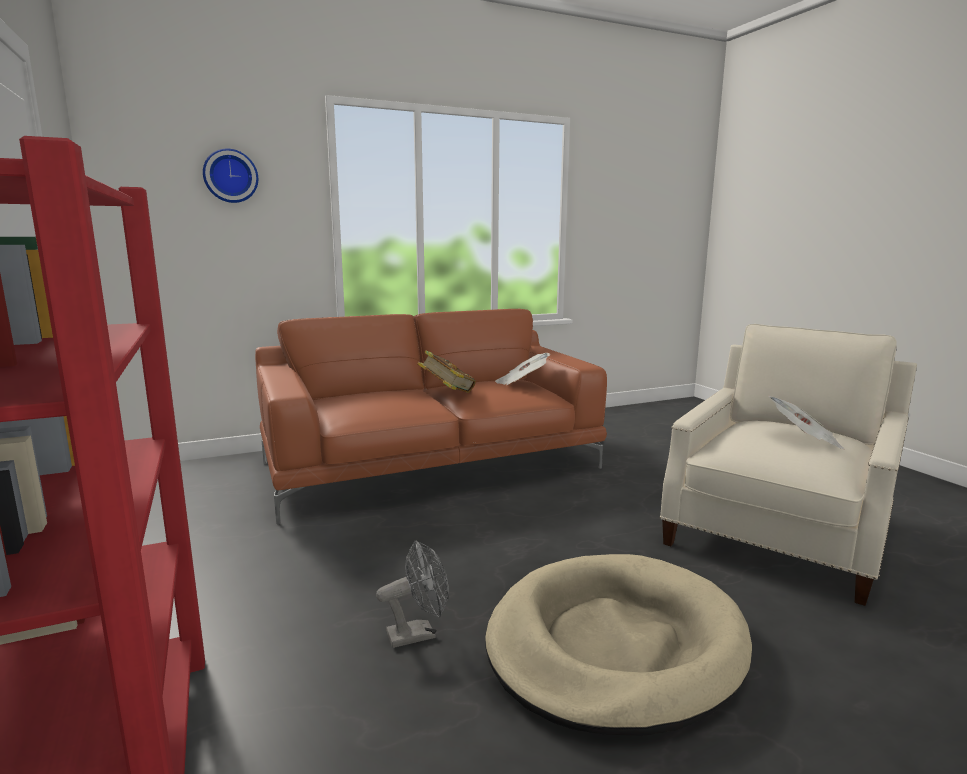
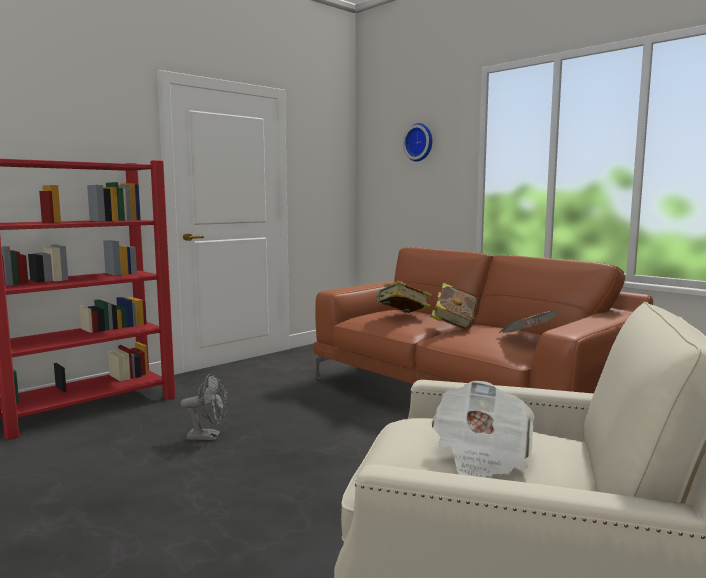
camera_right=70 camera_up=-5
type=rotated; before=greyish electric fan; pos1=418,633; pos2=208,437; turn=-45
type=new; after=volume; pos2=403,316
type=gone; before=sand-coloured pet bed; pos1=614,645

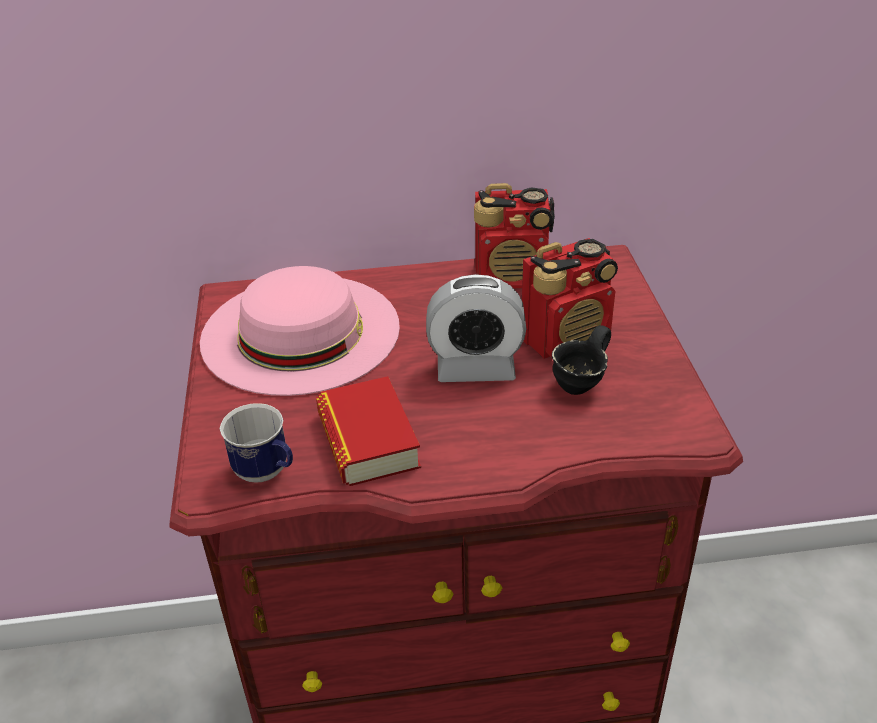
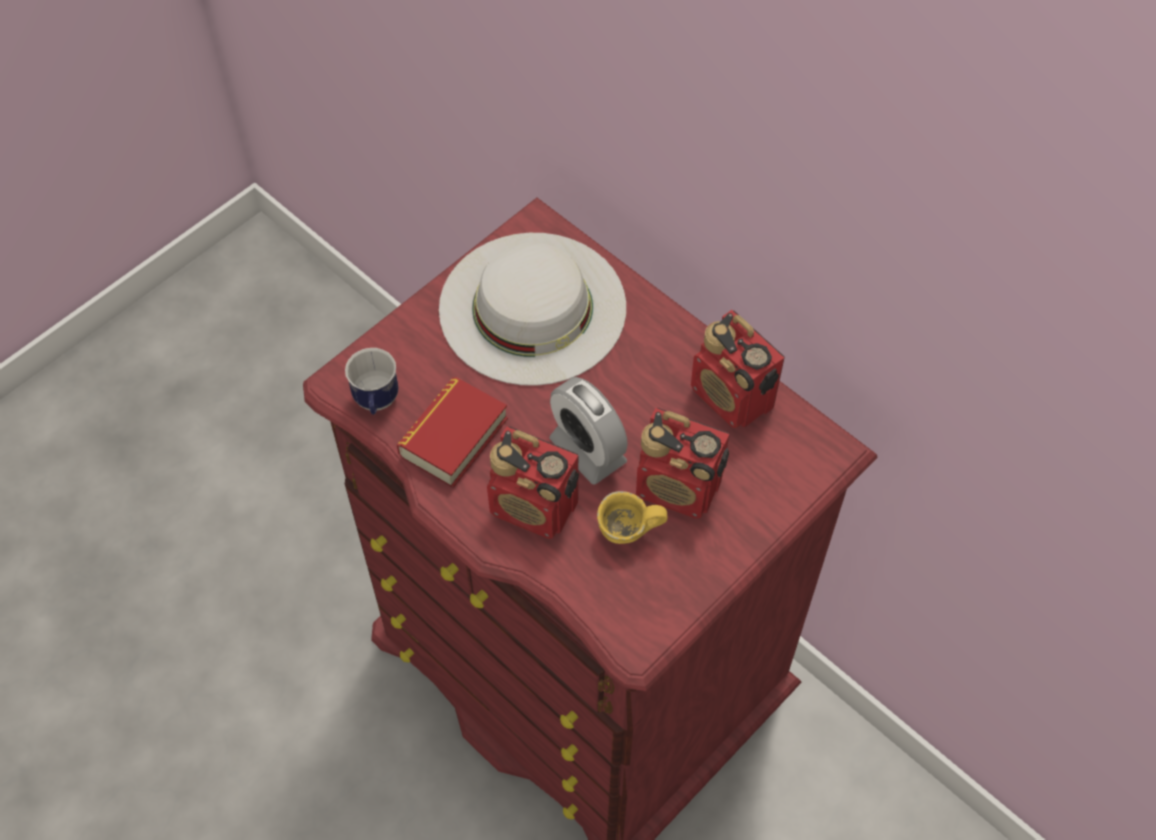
camera_right=50 camera_up=20
type=repainted; before=pinkish hat; after=whitish hat; pos1=301,332; pos2=533,307
type=new; after=radio; pos2=535,508
type=repainted; before=black mug; after=yellowish mug; pos1=582,386; pos2=627,534

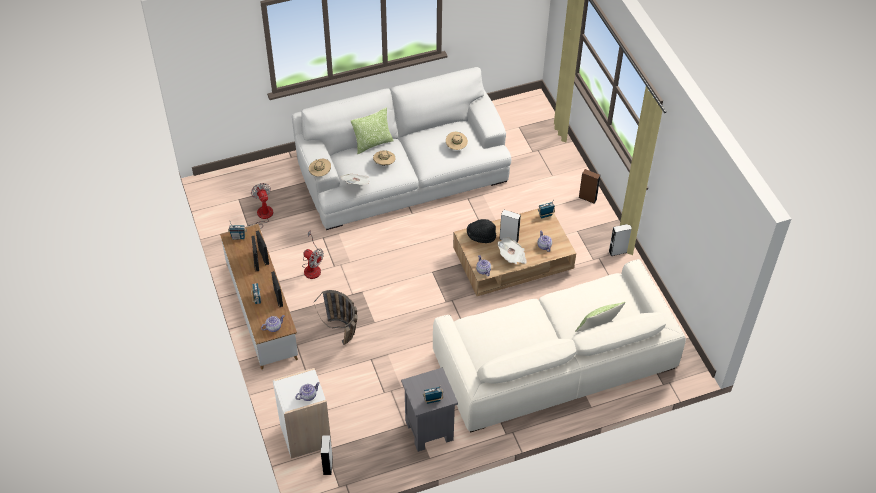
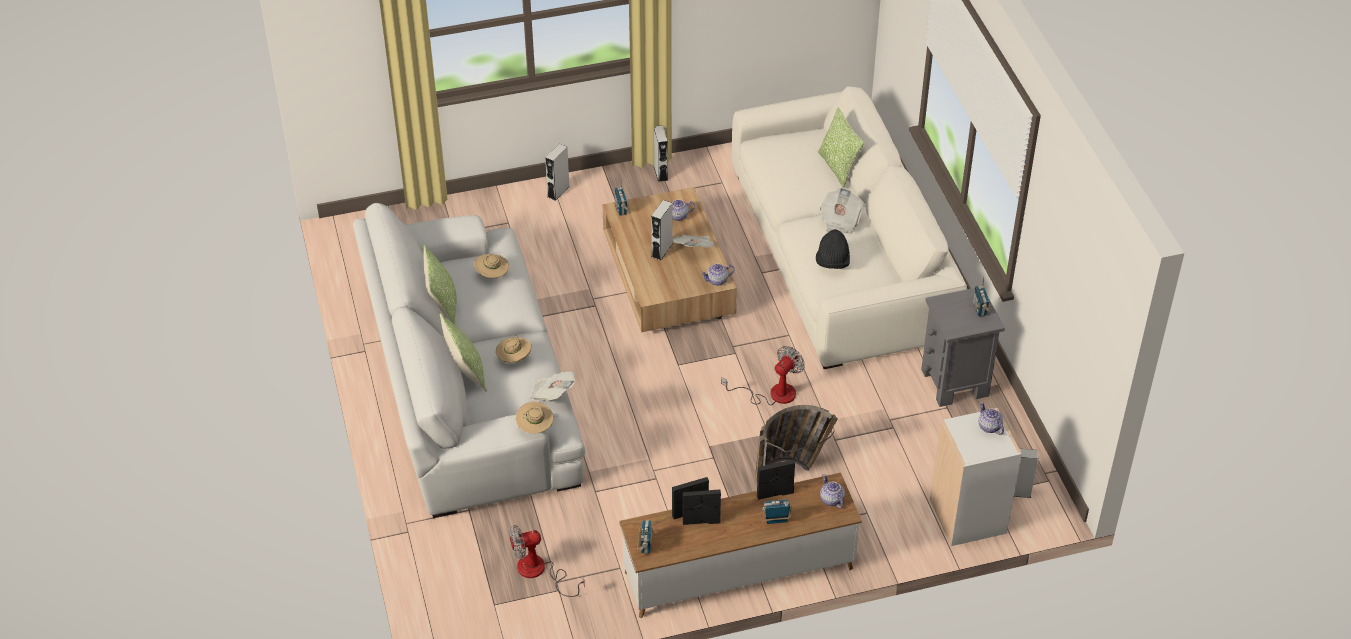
camera_right=-85 camera_up=-5
type=new; after=cushion; pos2=442,306
type=repainted; before=brown loudspeaker; after=greyish loudspeaker; pos1=587,198; pos2=558,191
type=shifted; before=electric fan; pos1=312,267; pos2=773,394
type=shifted; before=black hat; pos1=481,236; pos2=832,262
type=new; after=newspaper; pos2=839,221

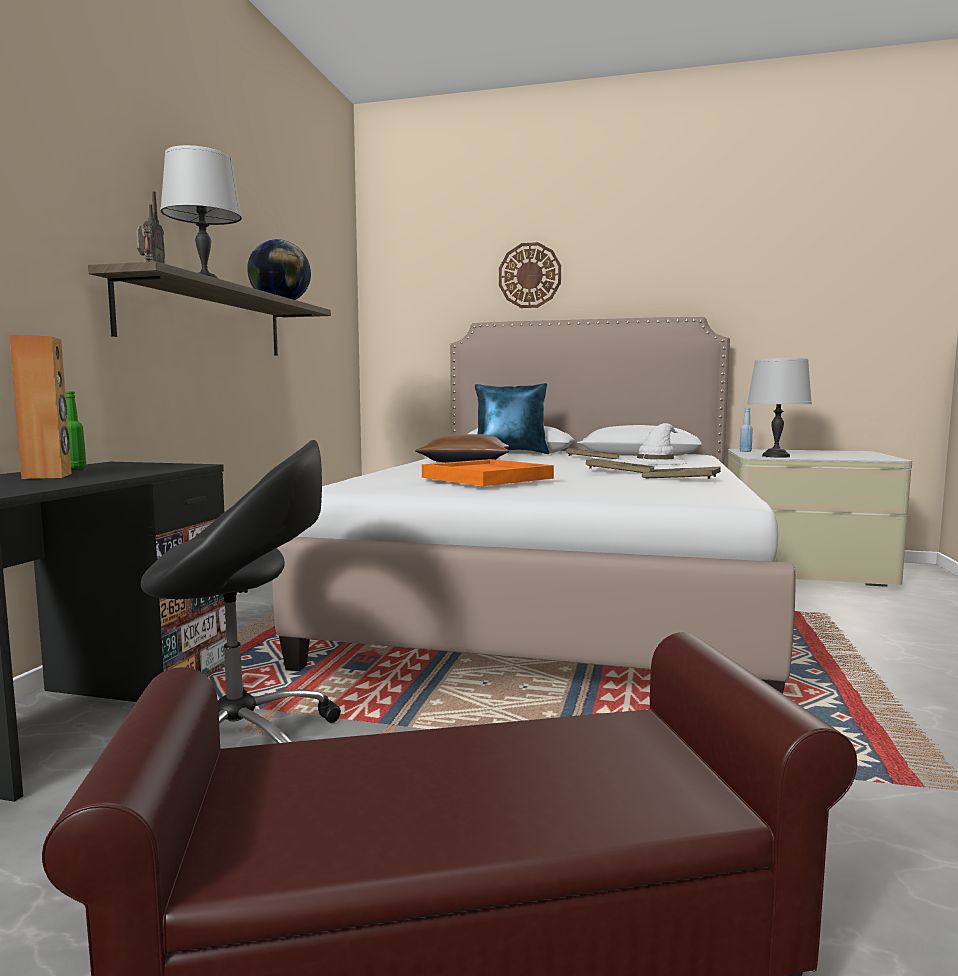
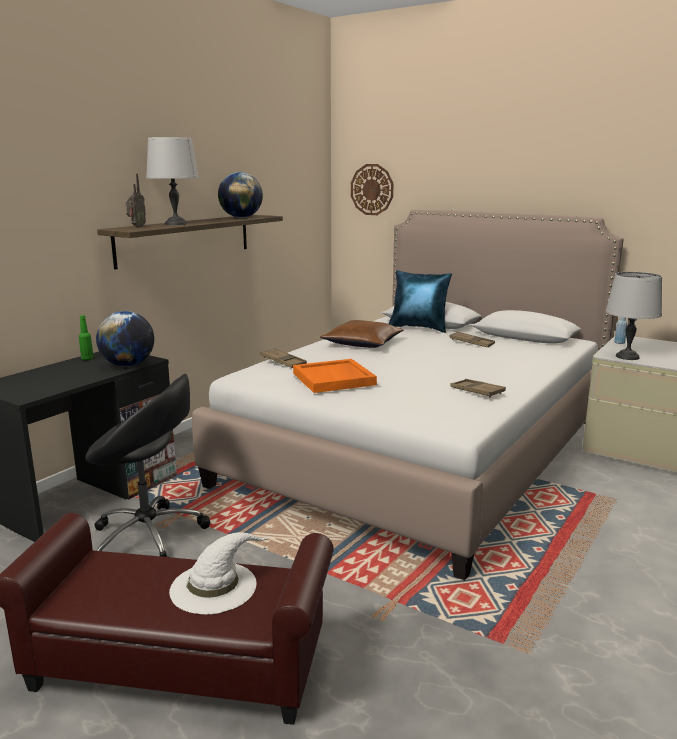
camera_right=20 camera_up=10
type=new; after=desk globe; pos2=128,365
type=shifted; before=whitish hat; pos1=655,462; pos2=214,586
type=shifted; before=brown serving tray; pos1=619,471; pos2=283,362
type=shifted; before=wall clock; pos1=529,275; pos2=372,189
type=gone; before=brown loudspeaker; pos1=48,476

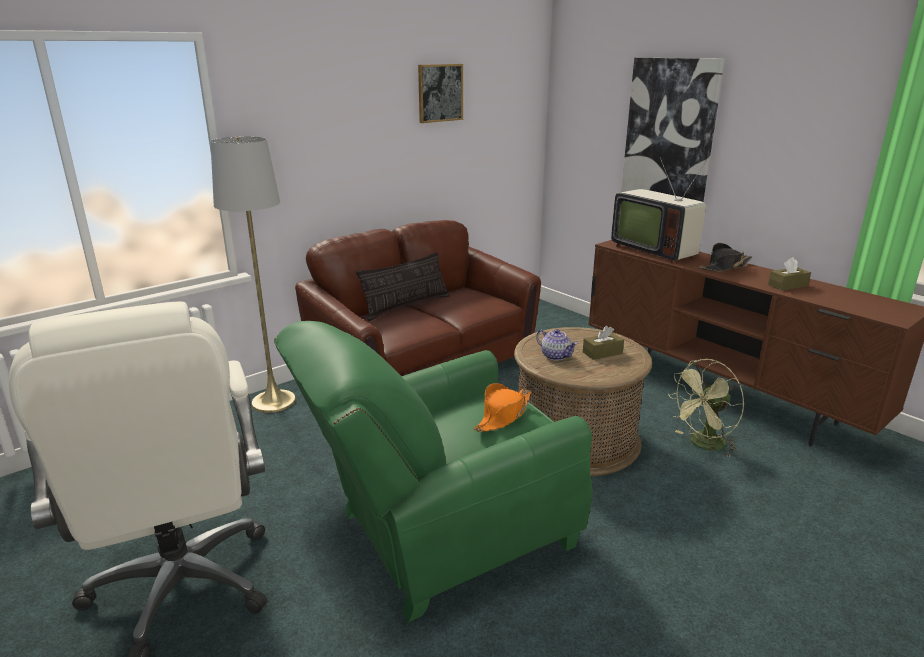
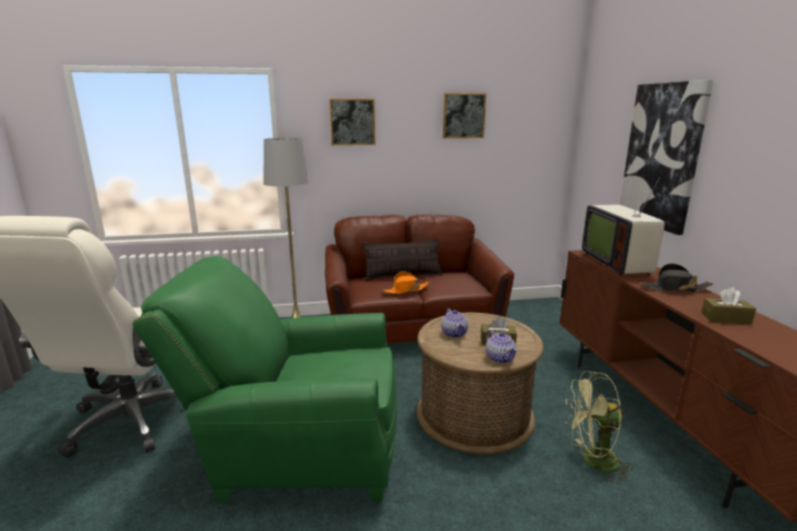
camera_right=30 camera_up=-5
type=new; after=wall picture; pos2=352,122
type=shifted; before=orangey hat; pos1=503,415; pos2=406,290
type=new; after=tea pot; pos2=500,358

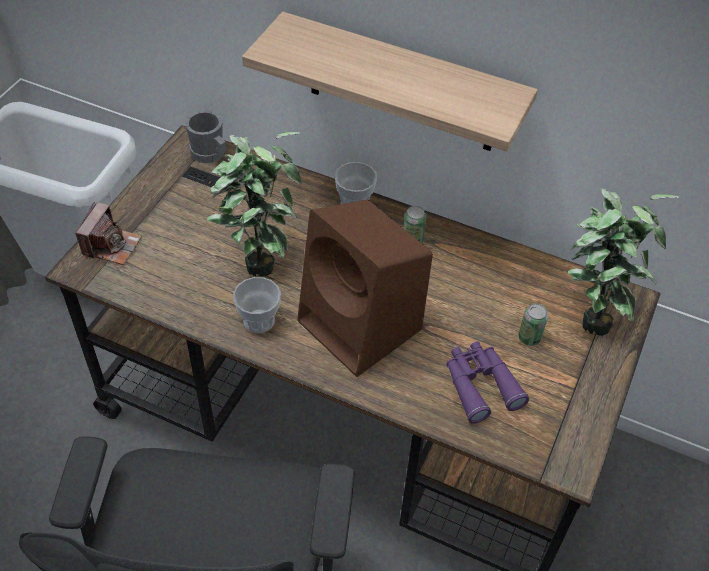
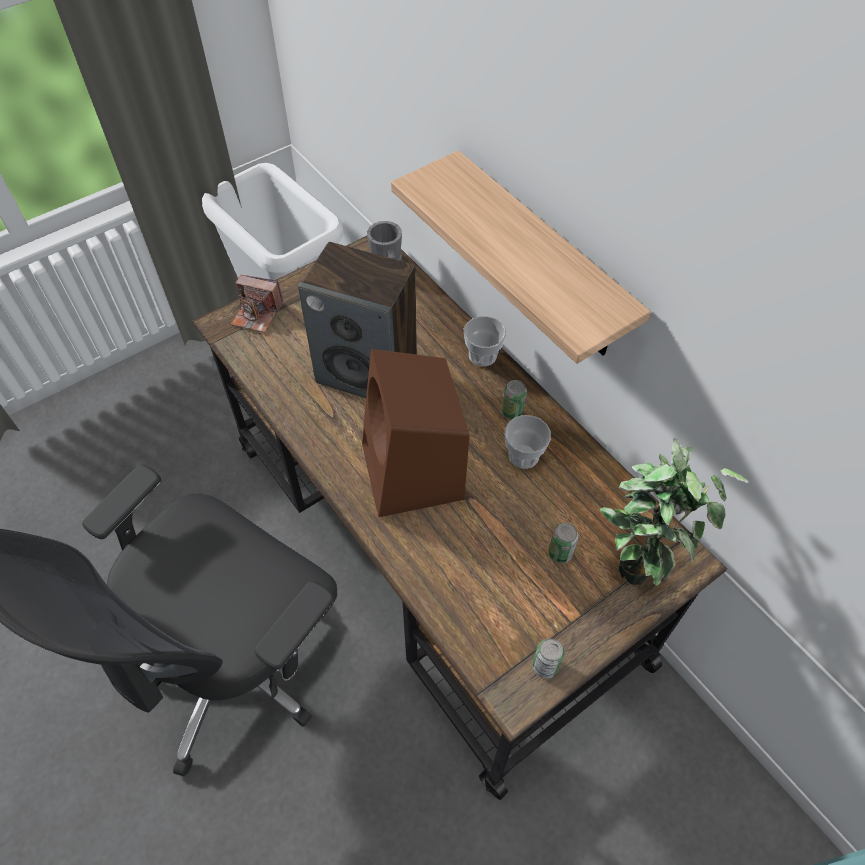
camera_right=30 camera_up=5
type=rotated; before=photo camera; pos1=111,245; pos2=257,314; turn=60
type=swapped; before=plant in a pot; after=loudspeaker; pos1=259,256; pos2=368,372
type=shifted; before=drinking cup; pos1=259,320; pos2=523,456
type=new; after=sealed can; pos2=545,666
type=gone; before=purple-coloured pair of binoculars; pos1=480,385

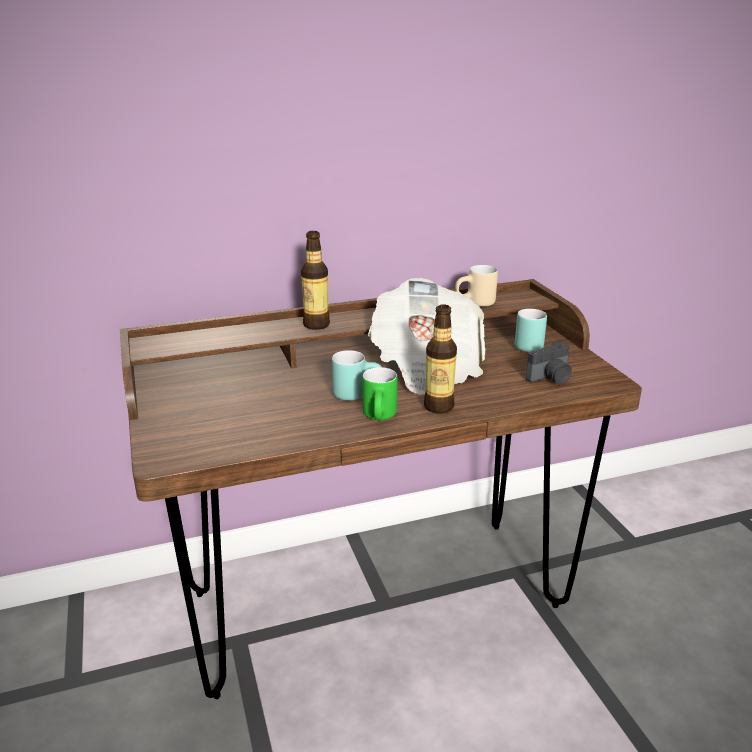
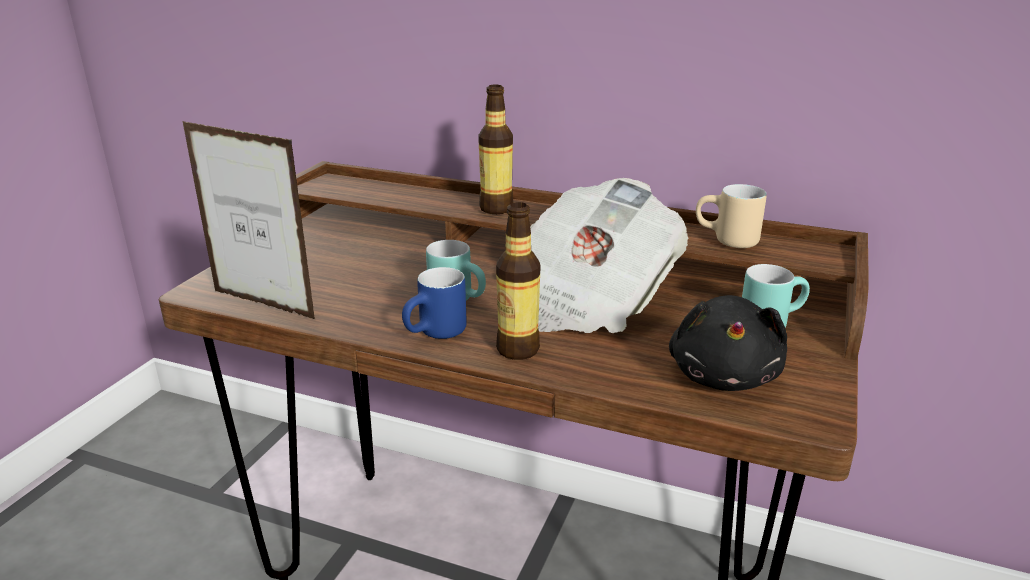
camera_right=40 camera_up=0
type=new; after=picture frame; pos2=263,305
type=repainted; before=green-coloured mug; after=blue mug; pos1=381,418; pos2=437,335
type=swapped; before=photo camera; after=black plush toy; pos1=551,378; pos2=724,375

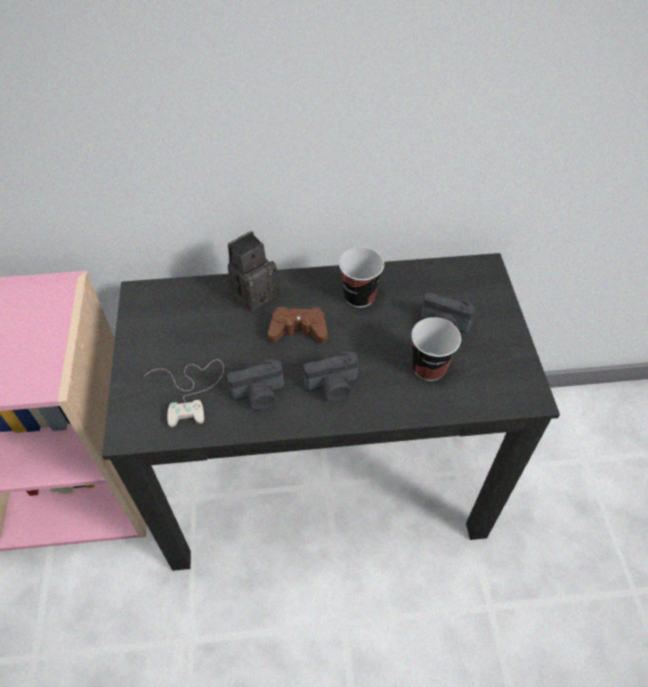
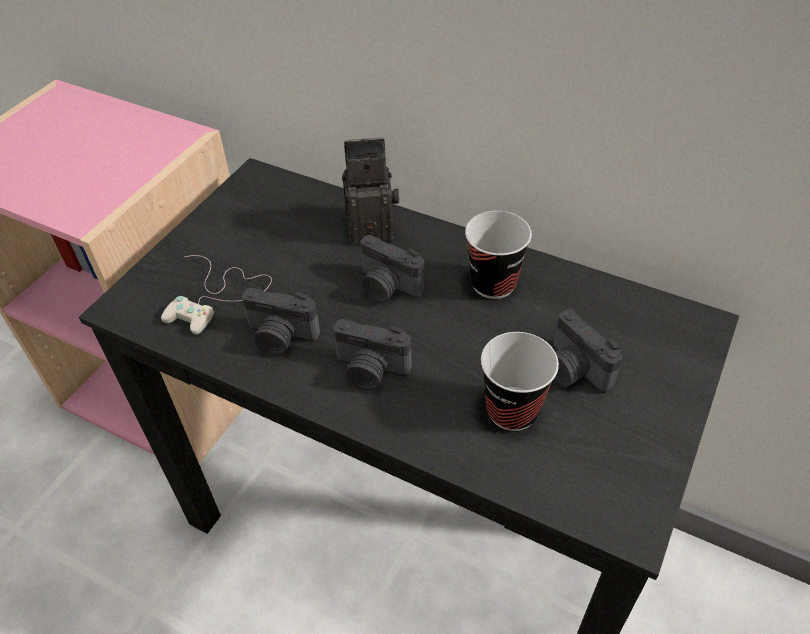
camera_right=35 camera_up=-5
type=swapped; before=brown gamepad; after=photo camera; pos1=298,330; pos2=387,288

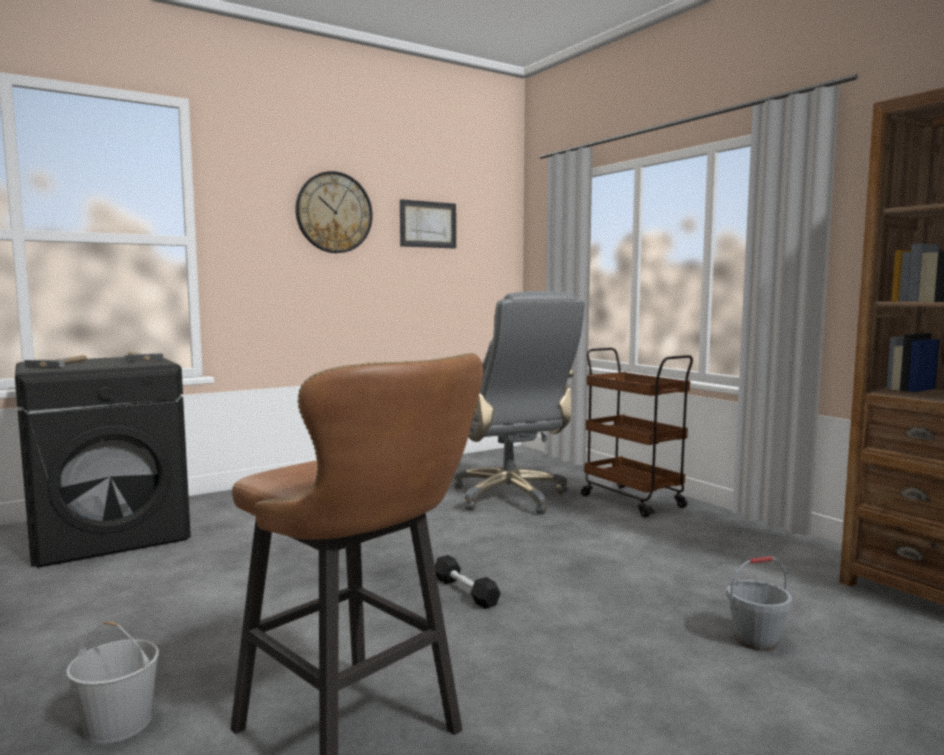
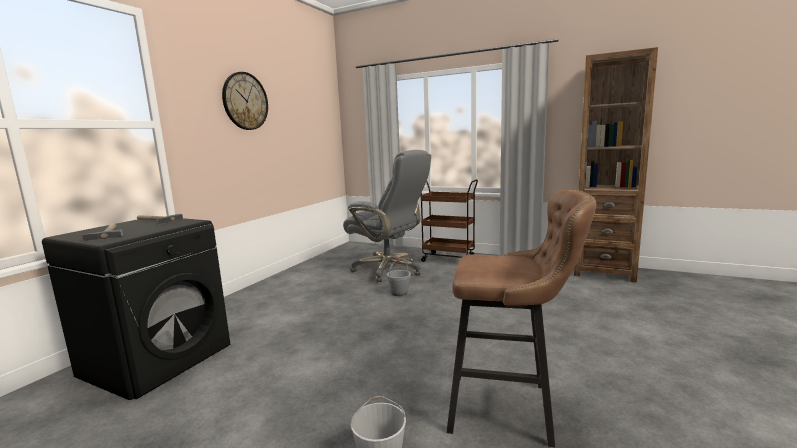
camera_right=-30 camera_up=5
type=shifted; before=greyish water bucket; pos1=756,640; pos2=399,293
type=gone; before=wall picture; pos1=428,224
type=gone; before=black free weight; pos1=465,592

